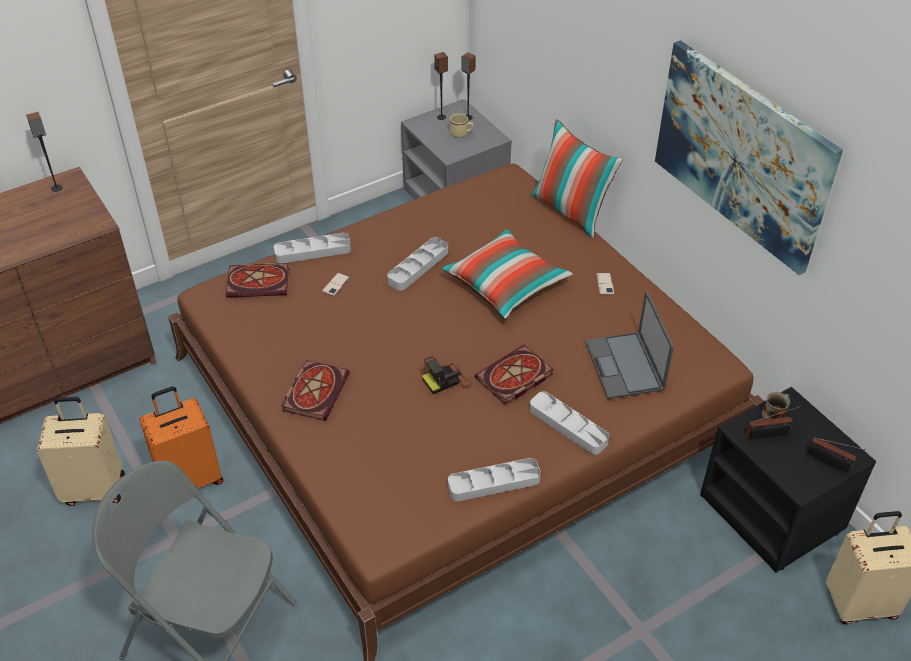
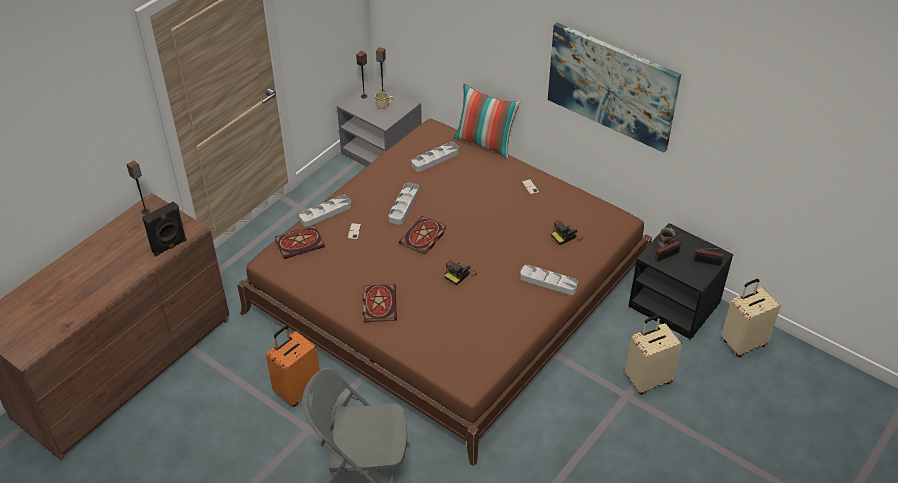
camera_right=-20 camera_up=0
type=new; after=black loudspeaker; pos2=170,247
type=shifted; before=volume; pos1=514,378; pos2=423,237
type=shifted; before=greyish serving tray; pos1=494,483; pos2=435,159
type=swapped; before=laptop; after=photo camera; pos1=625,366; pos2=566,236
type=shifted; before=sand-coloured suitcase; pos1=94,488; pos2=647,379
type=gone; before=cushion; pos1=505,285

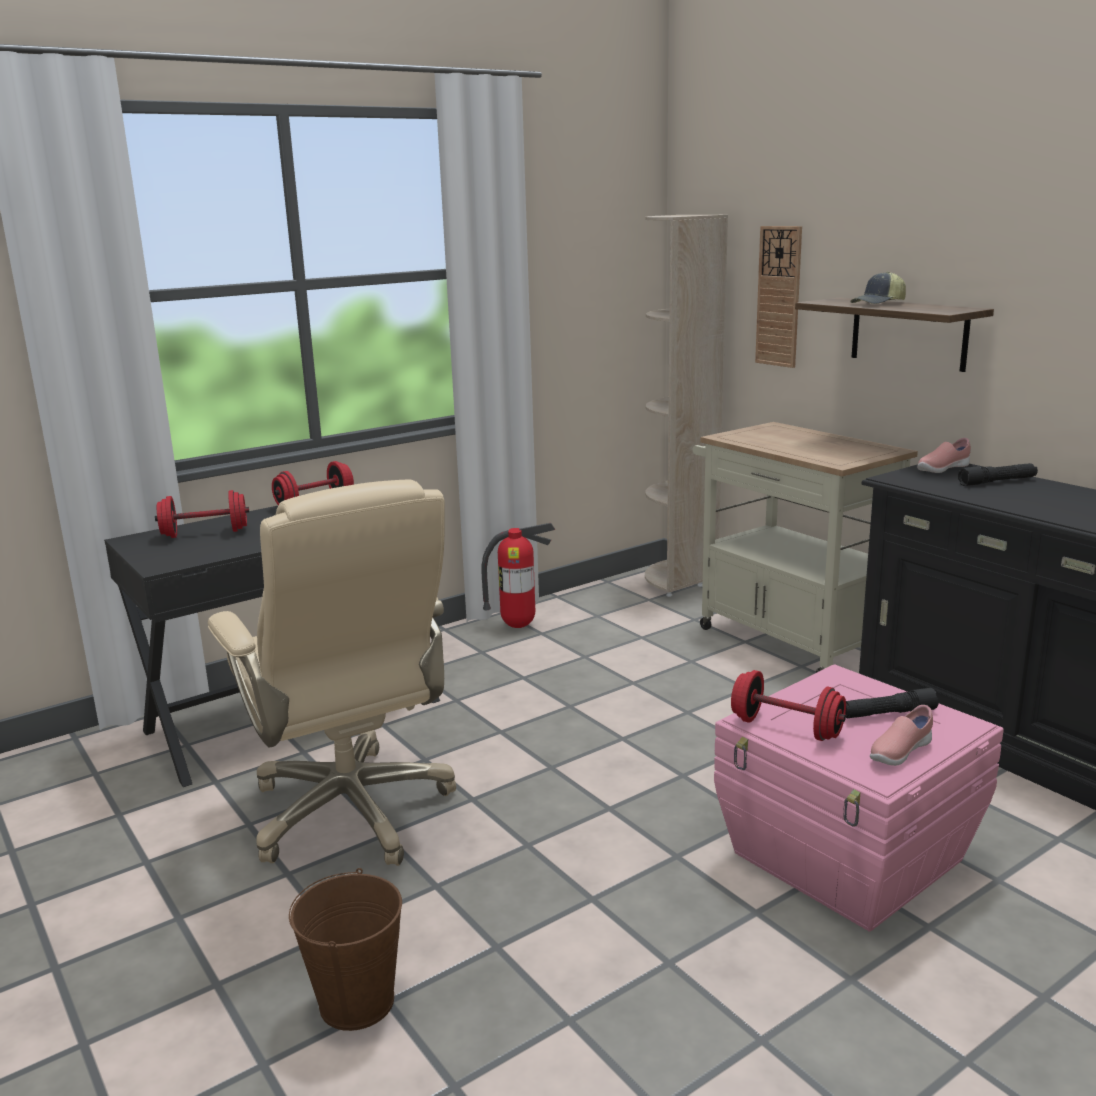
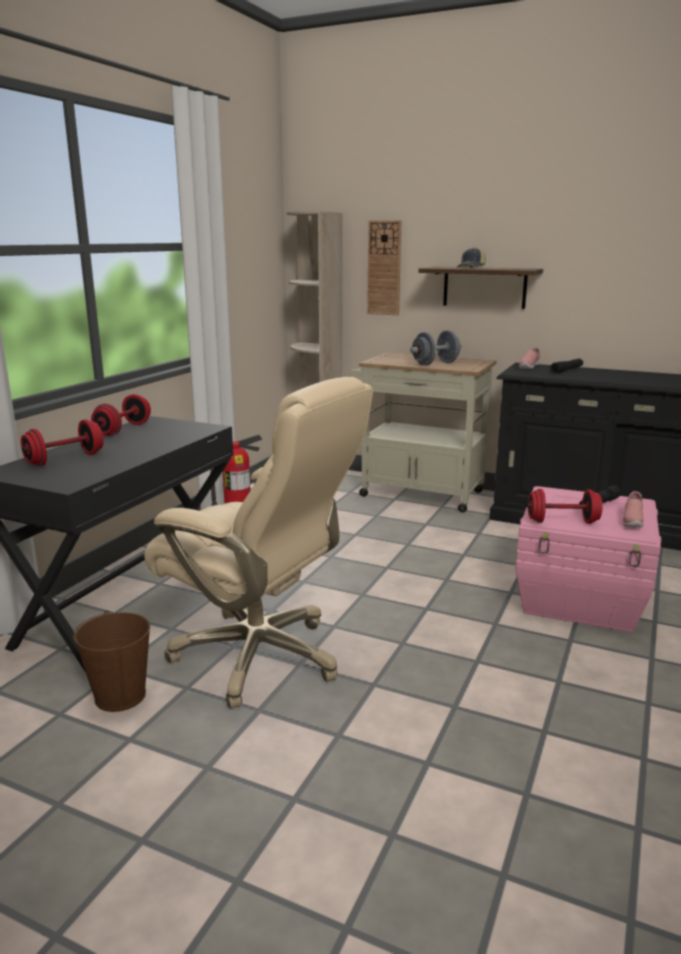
camera_right=-30 camera_up=0
type=shifted; before=brown water bucket; pos1=357,1002; pos2=120,696
type=new; after=greyish free weight; pos2=435,364

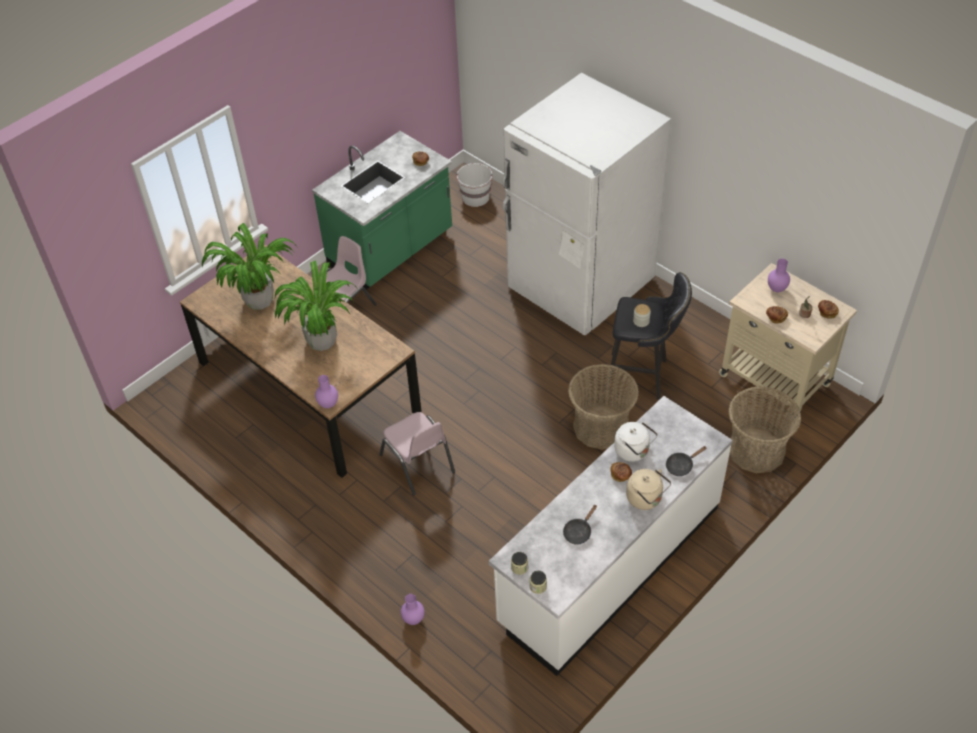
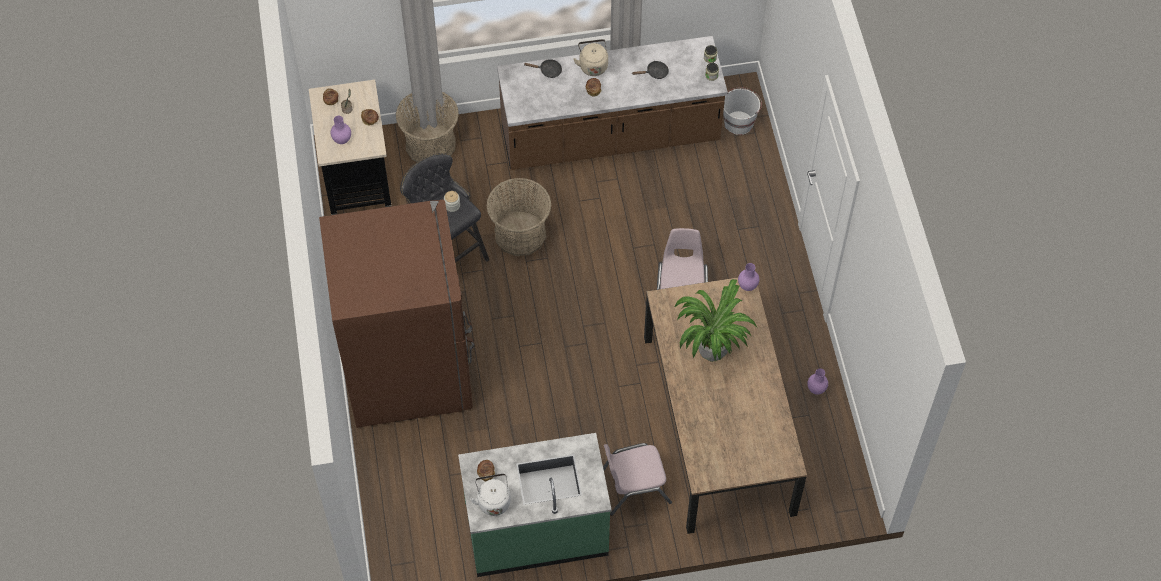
camera_right=-145 camera_up=10
type=repainted; before=sand-coloured trolley; after=black trolley; pos1=775,381; pos2=357,183
type=repainted; before=whitish fridge; after=brown fridge; pos1=581,283; pos2=407,370
type=shifted; before=whitish tea kettle; pos1=633,451; pos2=493,500
type=repainted; before=whitish kitchen counter; after=brown kitchen counter; pos1=609,564; pos2=610,137
type=shifted; before=whitish water bucket; pos1=475,198; pos2=739,122
type=shifted; before=purple-coloured flower vase; pos1=414,619; pos2=816,389
type=gone; before=plant in a pot; pos1=258,300

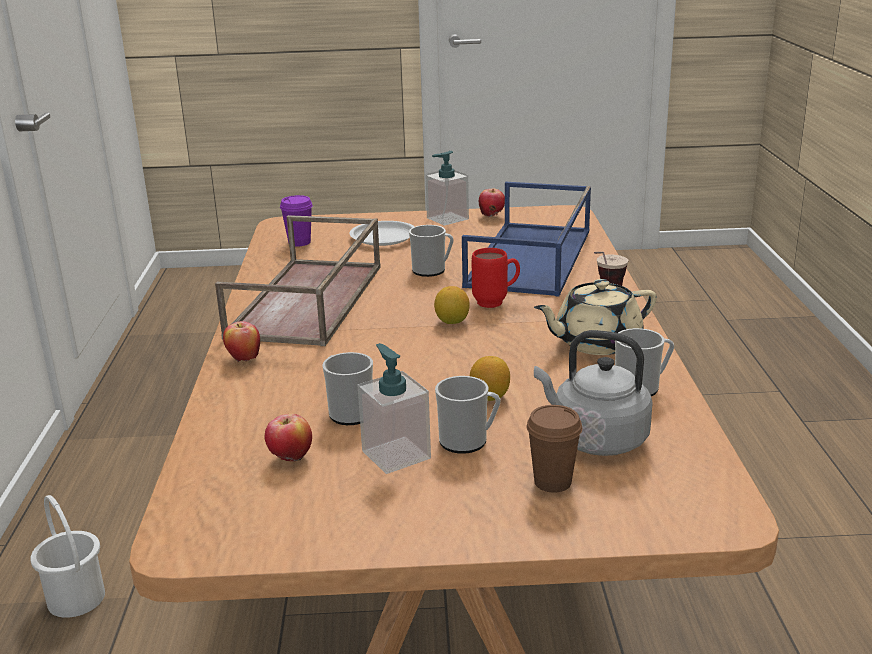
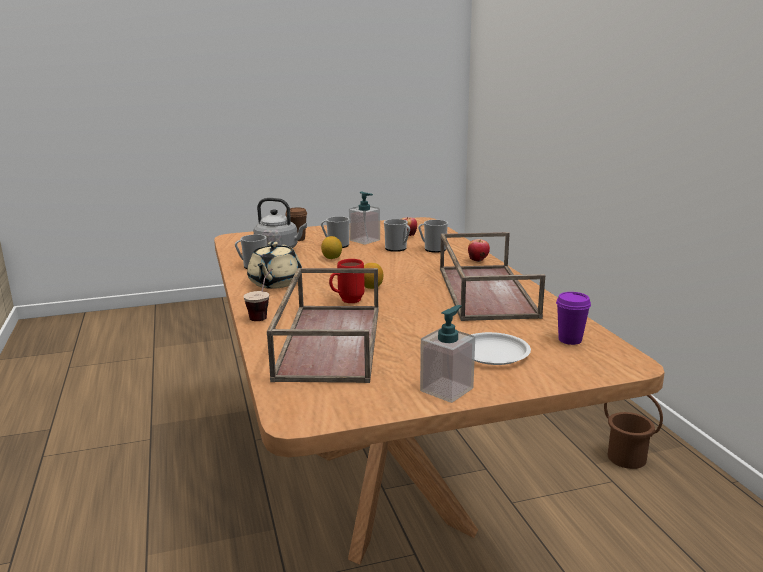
camera_right=165 camera_up=-5
type=rotated; before=sand-coloured tea pot; pos1=596,343; pos2=274,283; turn=135
type=repainted; before=blue serving tray; after=brown serving tray; pos1=531,259; pos2=328,340
type=shifted; before=mug; pos1=432,271; pos2=432,249
type=repainted; before=whitish water bucket; after=brown water bucket; pos1=75,599; pos2=626,457
type=gone; before=whole apple; pos1=491,216

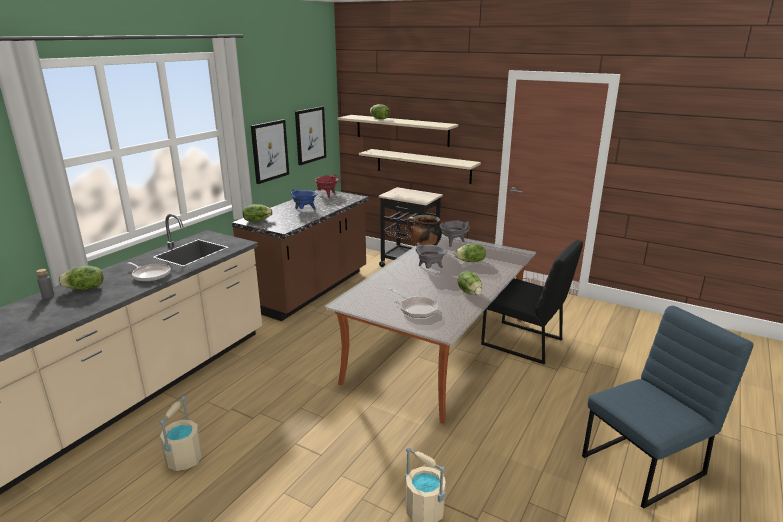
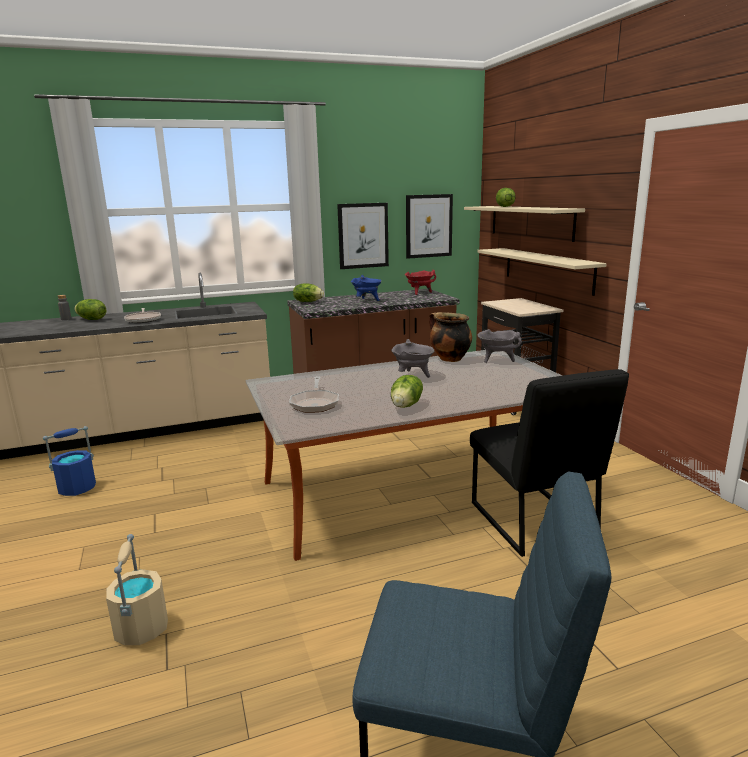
camera_right=40 camera_up=-5
type=repainted; before=sand-coloured water bucket; after=blue water bucket; pos1=184,458; pos2=77,488
type=gone; before=lettuce head; pos1=470,261

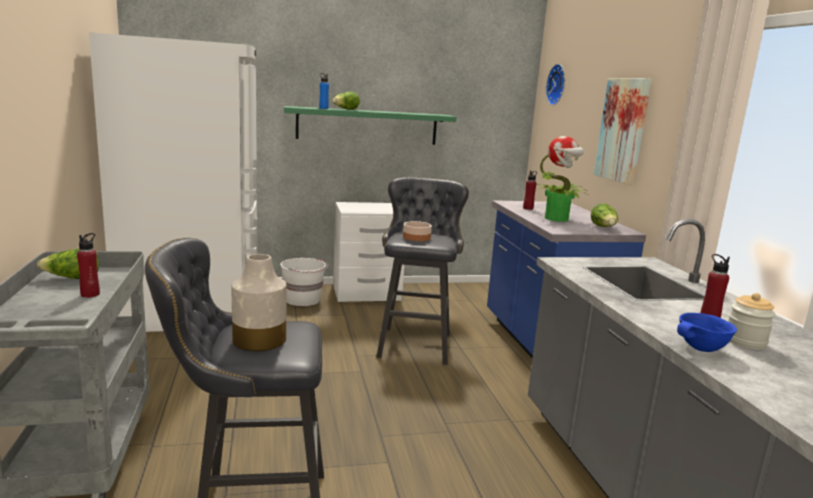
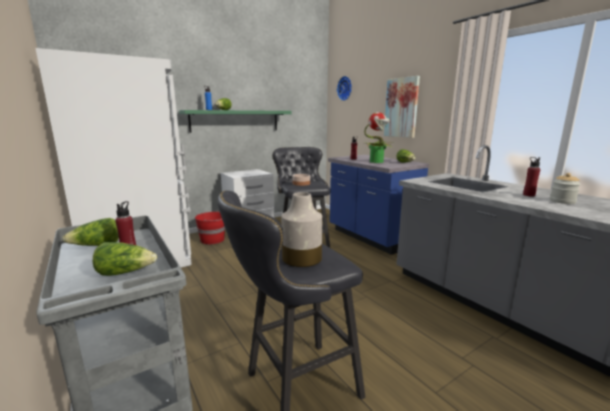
camera_right=-20 camera_up=0
type=new; after=lettuce head; pos2=126,272
type=repainted; before=whitish water bucket; after=reddish water bucket; pos1=303,300; pos2=213,240
type=gone; before=blue serving bowl; pos1=701,349

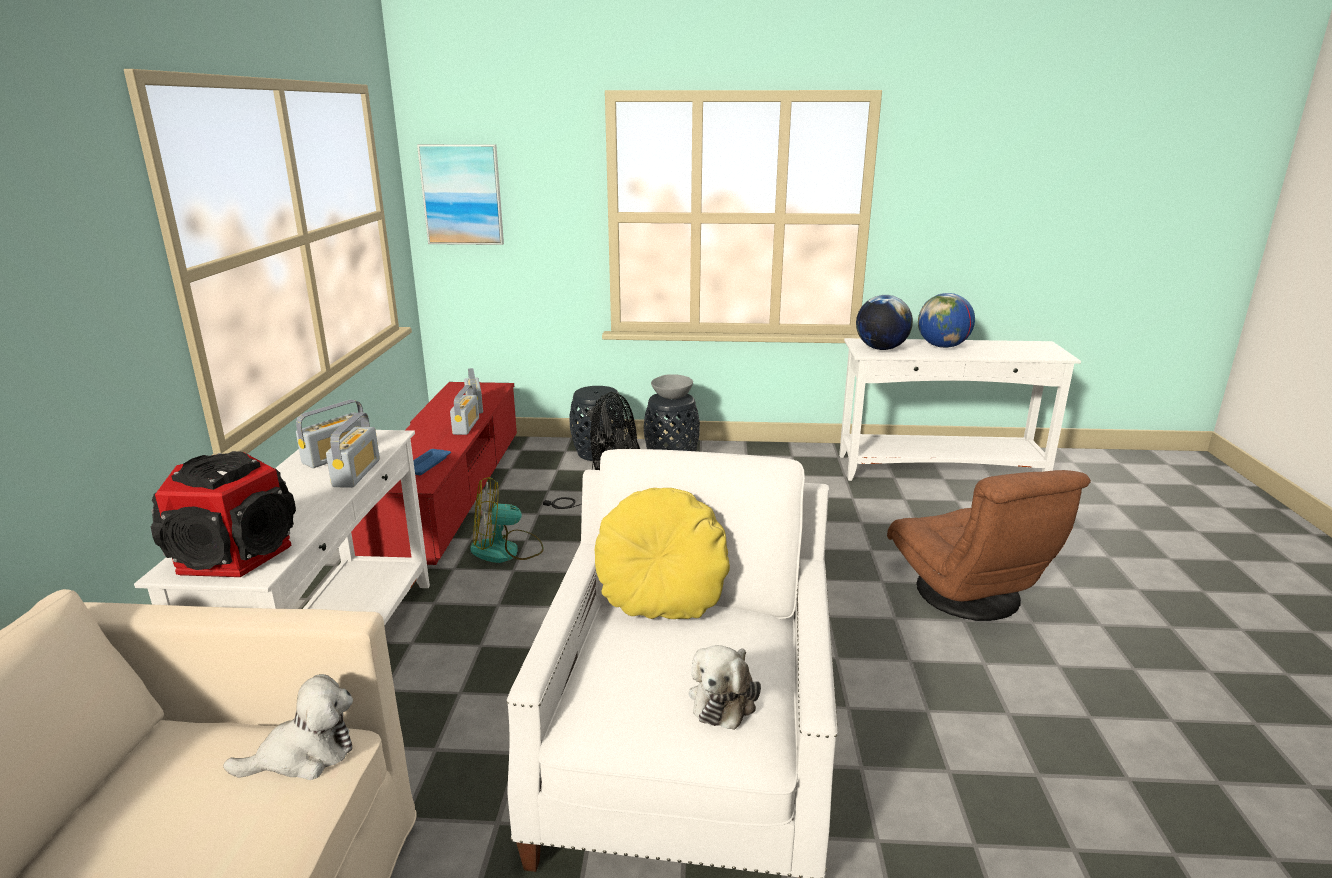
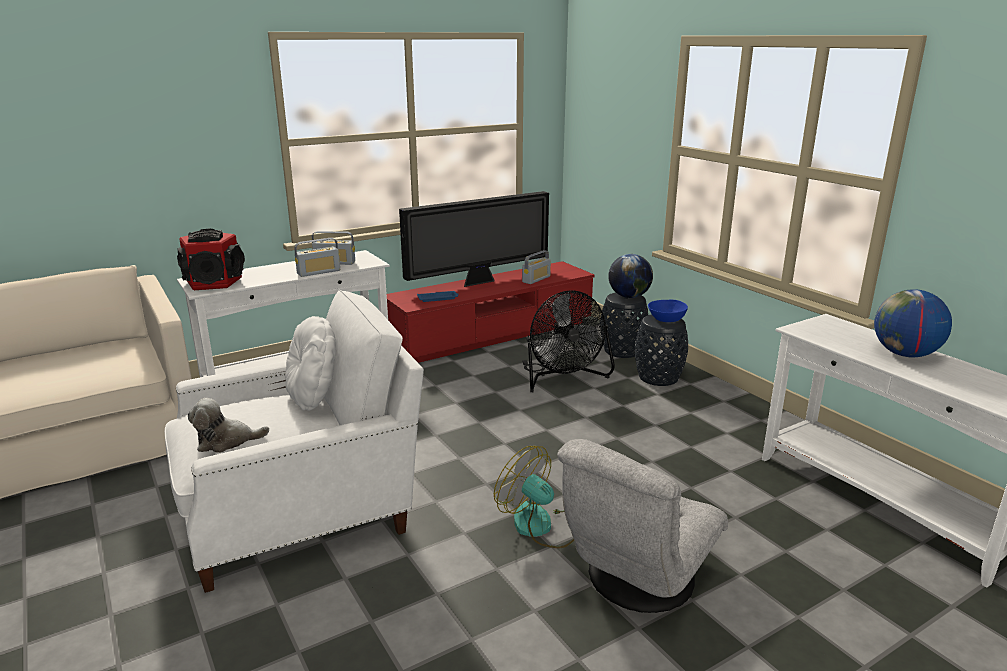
camera_right=55 camera_up=0
type=repainted; before=yellowish cushion; after=whitish cushion; pos1=662,606; pos2=314,399
type=new; after=television; pos2=479,282
type=shifted; before=electric fan; pos1=506,550; pos2=541,526
type=repainted; before=brown lounge chair; after=greyish lounge chair; pos1=964,593; pos2=639,574
type=shifted; before=desk globe; pos1=881,349; pos2=629,296
type=repainted; before=greyish serving bowl; after=blue serving bowl; pos1=672,396; pos2=666,319
type=gone; before=plush toy; pos1=304,755
type=gone; before=wall picture; pos1=462,195
type=gone; before=radio; pos1=466,426

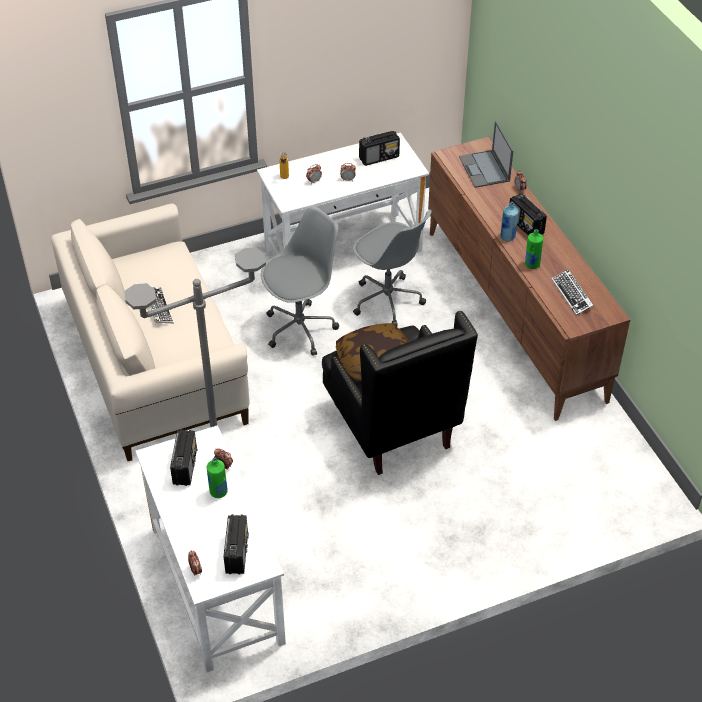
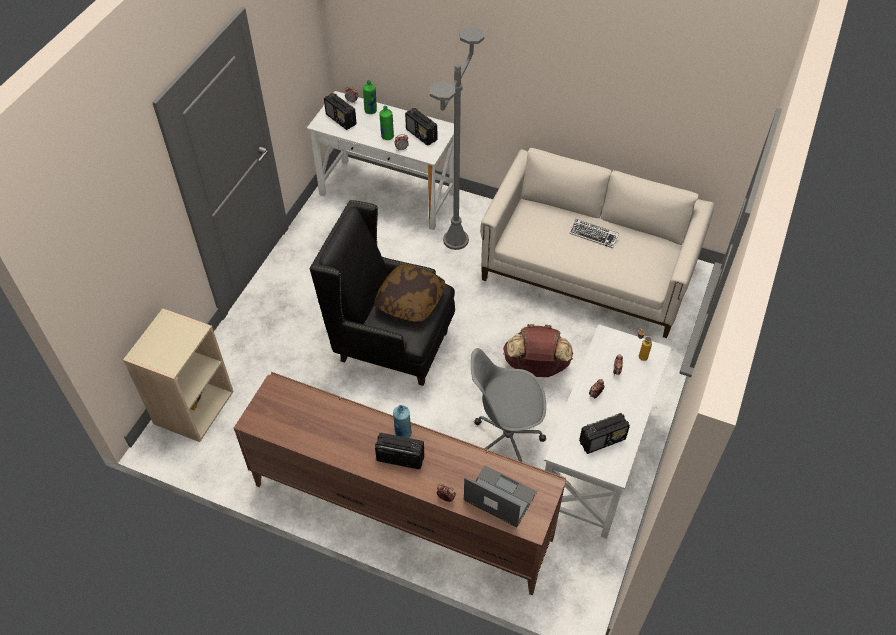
camera_right=135 camera_up=5
type=new; after=sand-coloured bookshelf; pos2=193,406
type=shifted; before=green-coloured beverage bottle; pos1=532,264; pos2=371,111
type=swapped; before=greyish office chair; after=brown knapsack; pos1=301,328; pos2=536,367
type=rotated; before=radio; pos1=379,157; pos2=602,440; turn=-135
type=gone; before=PC keyboard; pos1=572,295

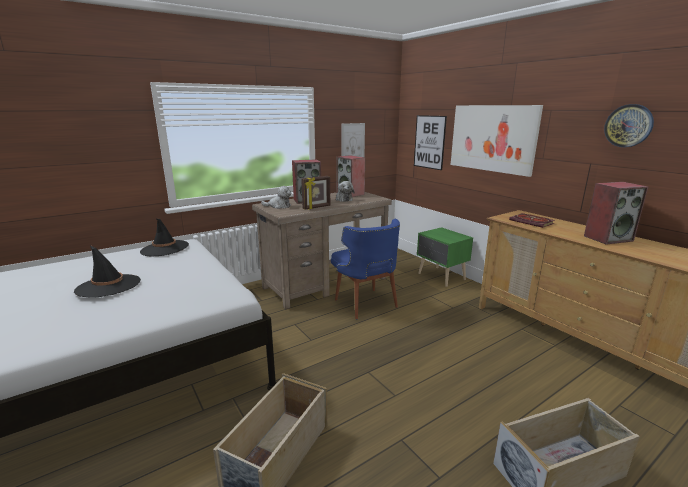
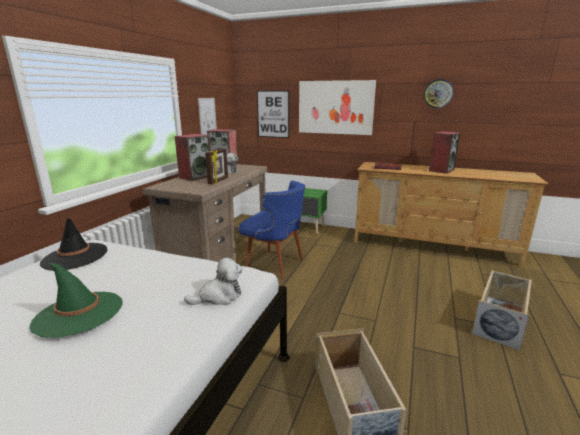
camera_right=-35 camera_up=0
type=repainted; before=black hat; after=green-coloured hat; pos1=108,286; pos2=79,313
type=shifted; before=plush toy; pos1=278,206; pos2=219,296

